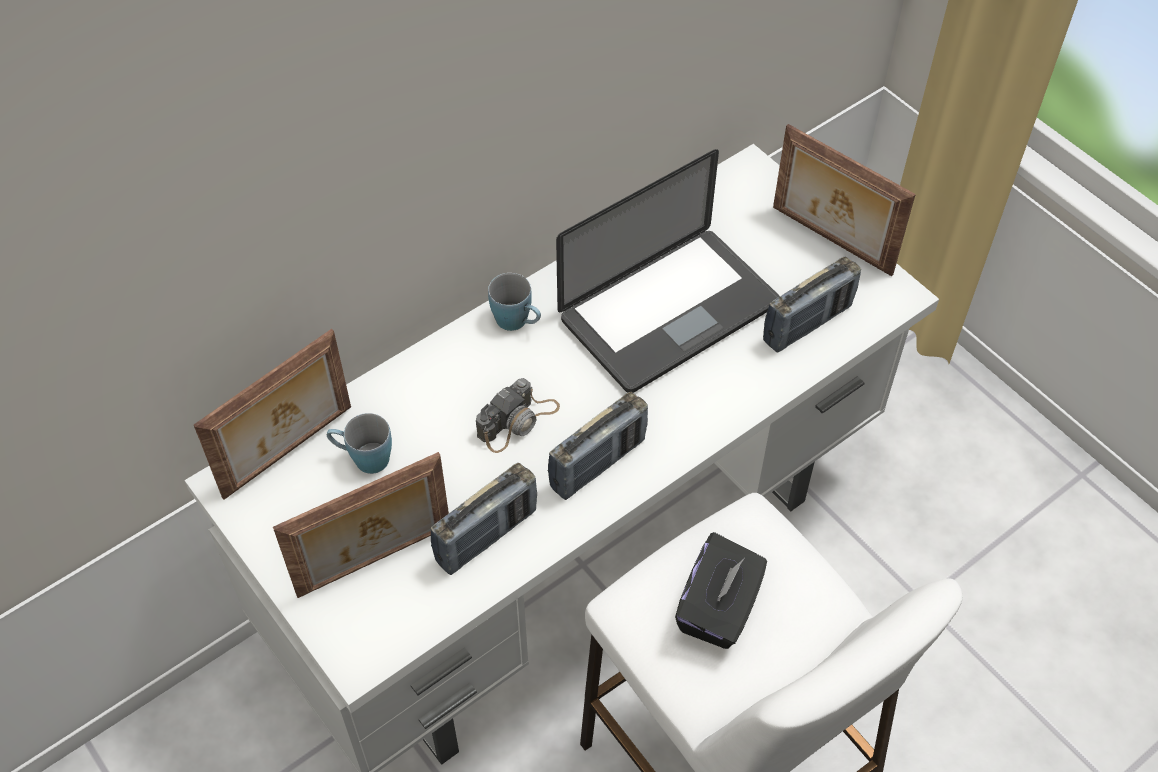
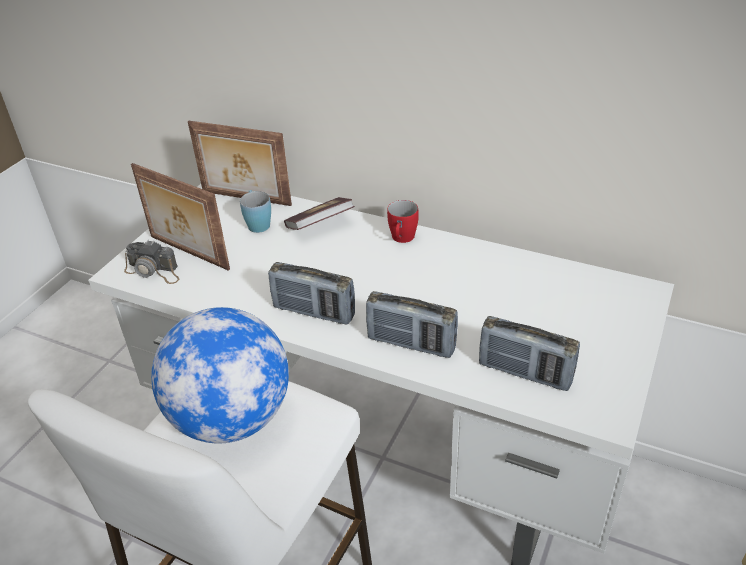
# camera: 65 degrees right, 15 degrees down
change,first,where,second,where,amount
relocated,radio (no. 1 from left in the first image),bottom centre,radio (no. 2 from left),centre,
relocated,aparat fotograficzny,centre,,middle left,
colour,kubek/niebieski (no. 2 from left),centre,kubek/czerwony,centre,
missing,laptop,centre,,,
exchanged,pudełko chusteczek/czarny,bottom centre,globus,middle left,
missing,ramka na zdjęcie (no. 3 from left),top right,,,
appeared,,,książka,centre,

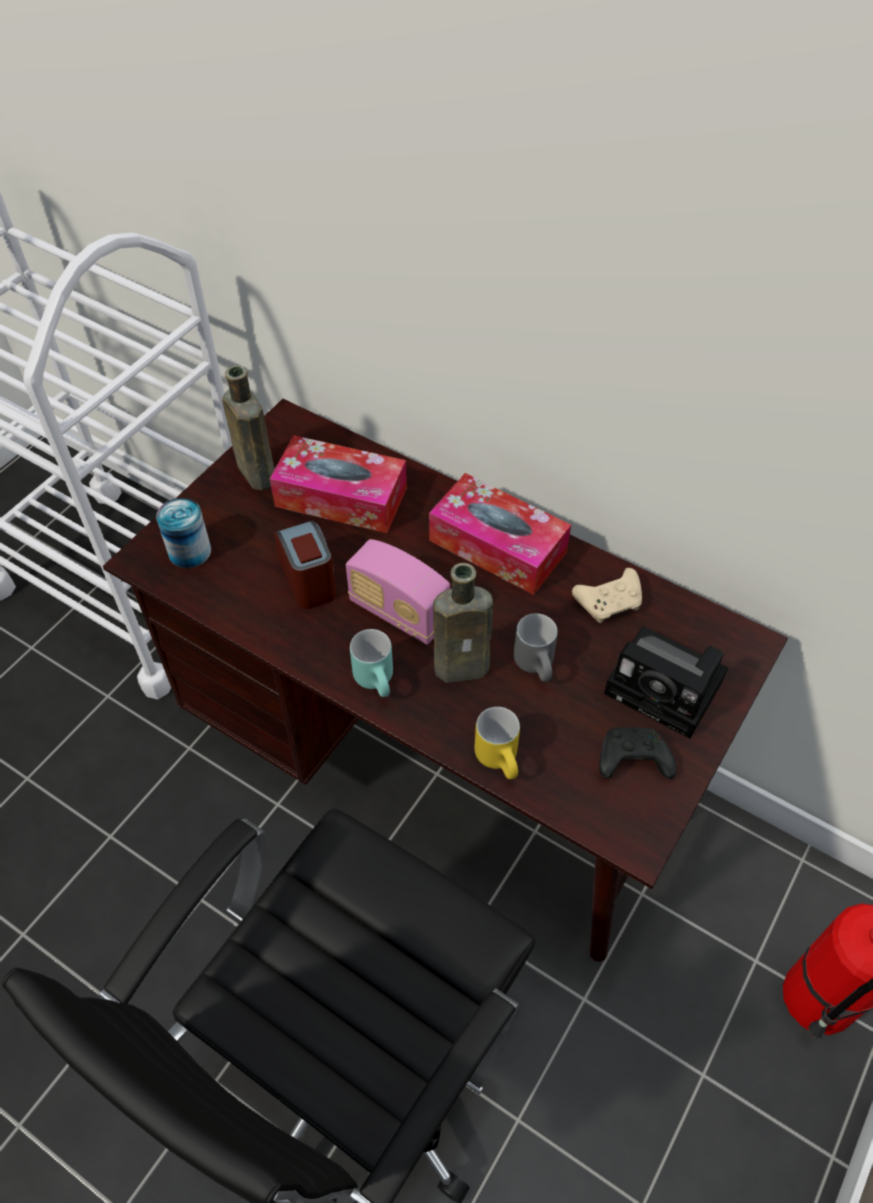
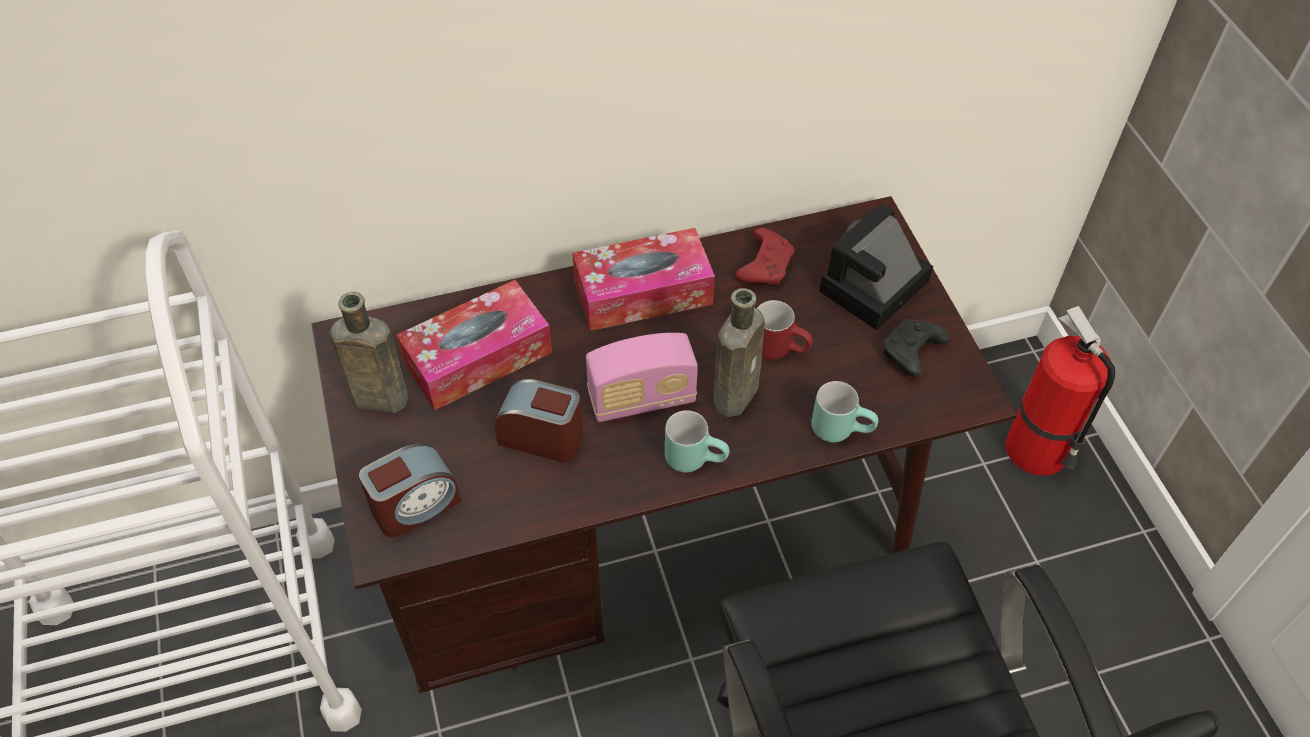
# camera: 50 degrees left, 0 degrees up
change,first,where,second,where,amount
exchanged,puszka,middle left,budzik (no. 1 from left),middle left,
colour,kubek/żółty,centre,kubek/turkusowy (no. 2 from left),centre,
colour,kubek/szary,centre,kubek/czerwony,centre,
colour,pad do gier/beżowy,middle right,pad do gier/czerwony,centre,
spun,aparat fotograficzny,middle right,,middle right,150 degrees clockwise

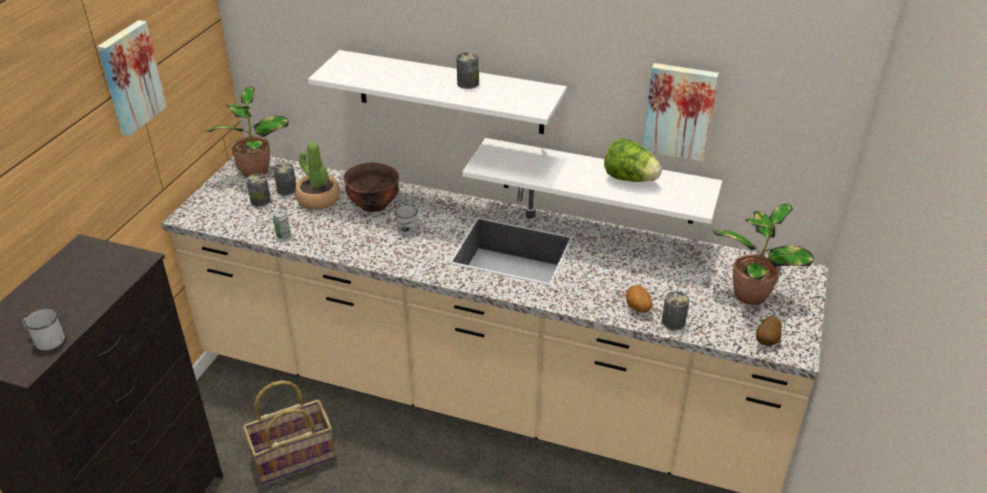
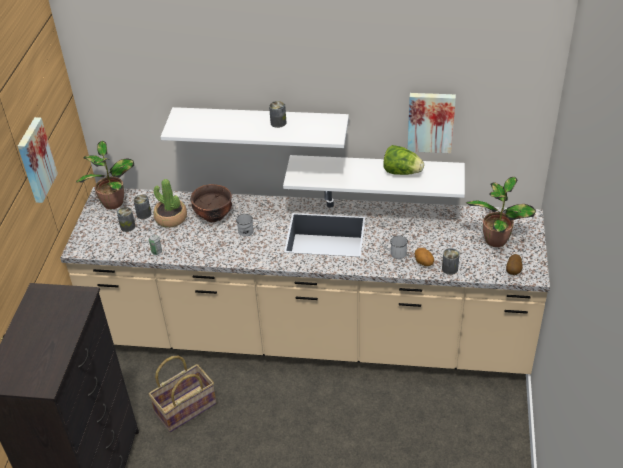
# camera: 10 degrees left, 5 degrees up
change,first,where,second,where,amount
relocated,kubek/biały (no. 1 from left in the first image),bottom left,kubek/biały (no. 2 from left),centre,

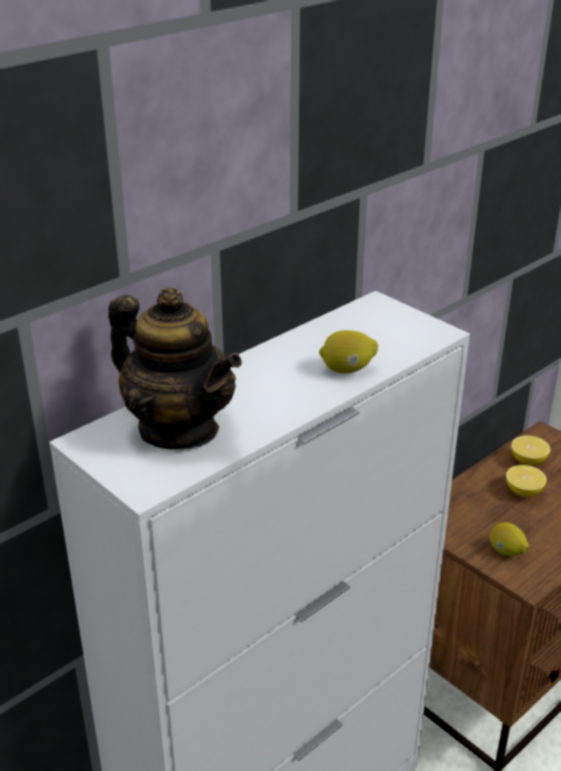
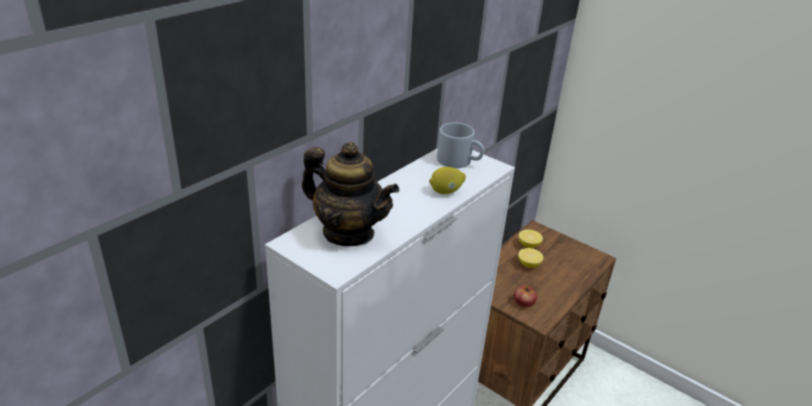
# camera: 10 degrees left, 0 degrees up
change,first,where,second,where,amount
exchanged,cytryna (no. 2 from left),bottom right,jabłko,bottom centre,
appeared,,,kubek/szary,centre,

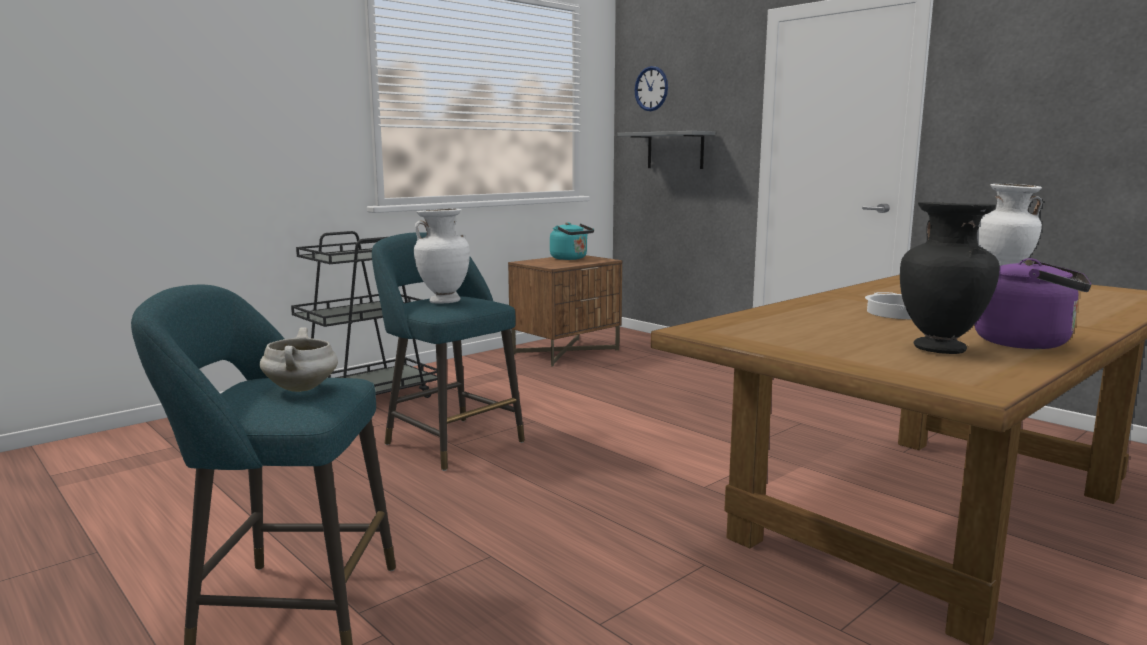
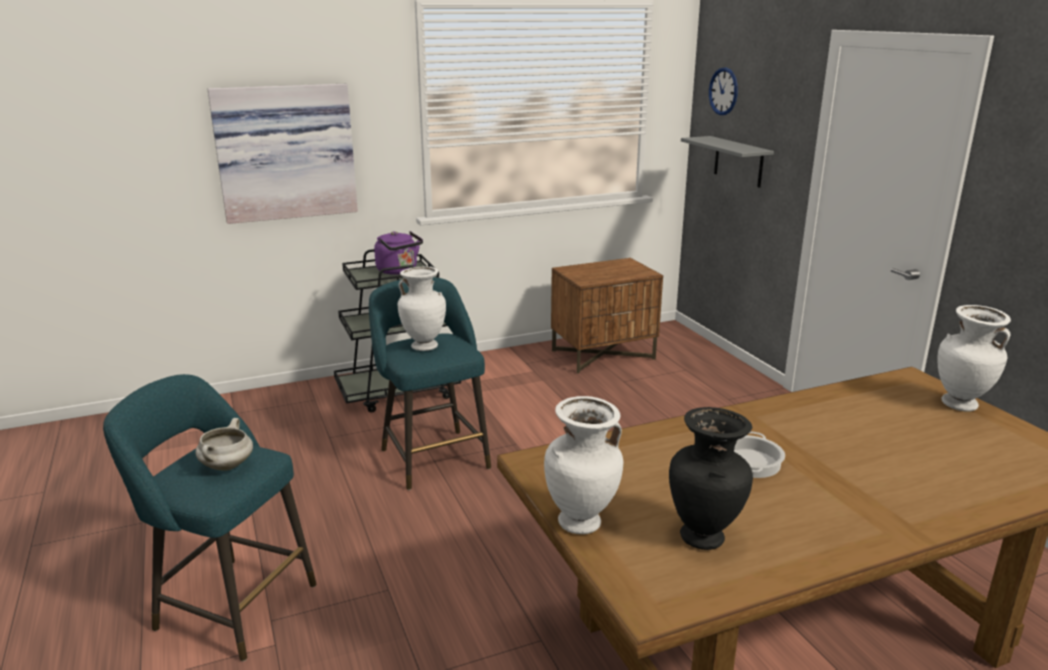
# camera: 20 degrees right, 10 degrees up
change,first,where,second,where,amount
missing,czajnik/turkusowy,centre,,,
relocated,czajnik/fioletowy,middle right,,centre,
appeared,,,obraz,top left,
appeared,,,wazon/biały (no. 2 from left),bottom centre,

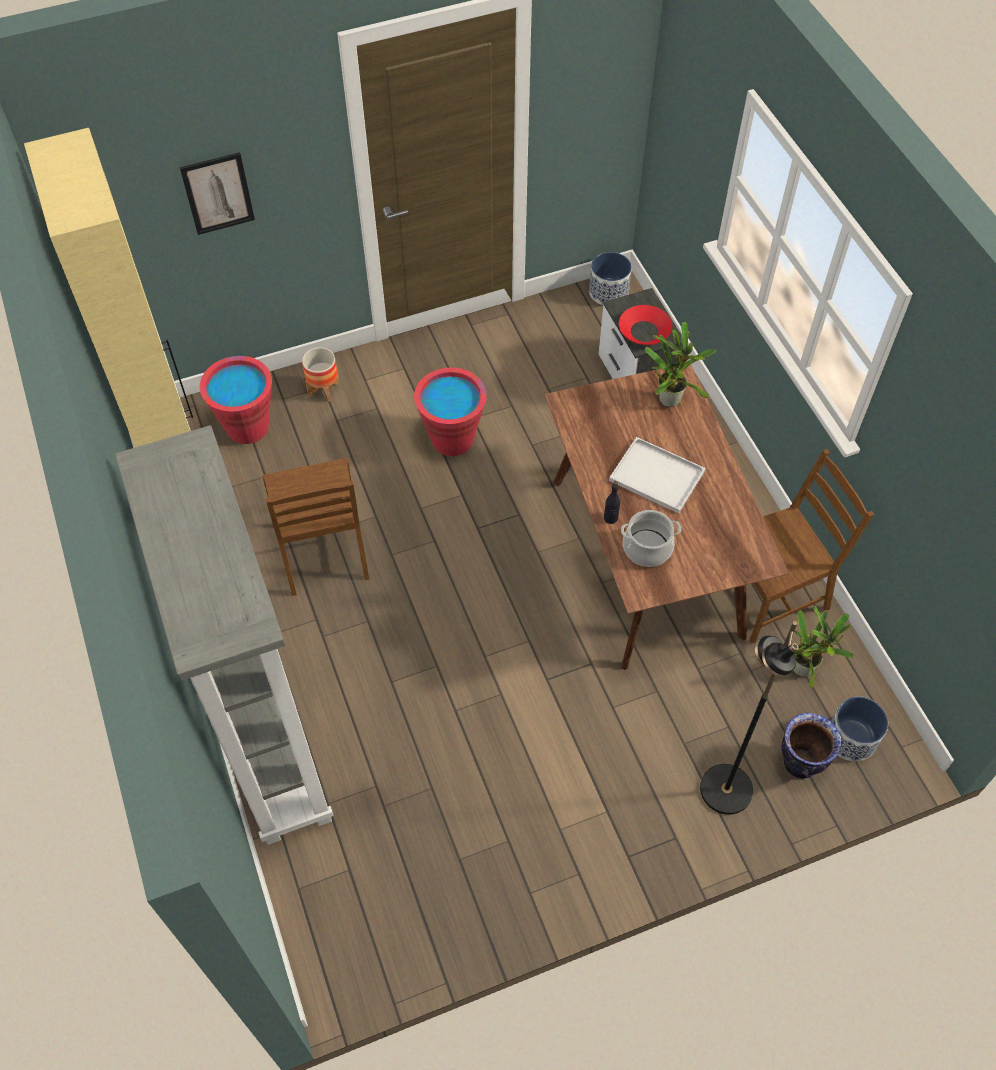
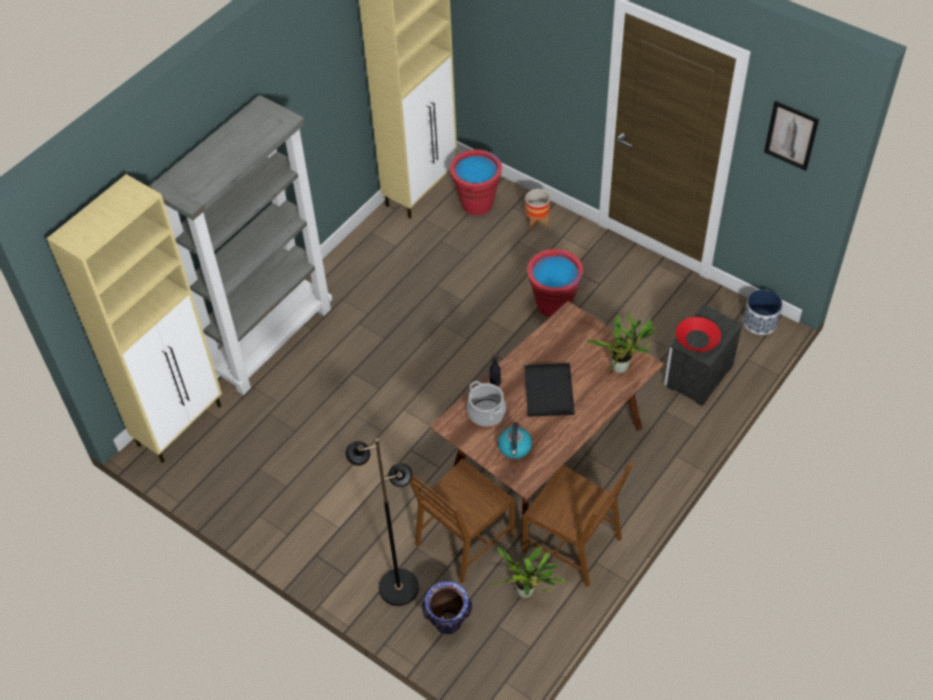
# camera: 60 degrees right, 5 degrees down
change,first,where,second,where,amount
relocated,obraz,top left,,top right,
relocated,krzesło/brązowy (no. 1 from left),middle left,,bottom centre,
colour,taca/biały,centre,taca/czarny,centre,
missing,donica (no. 3 from left),bottom right,,,
appeared,,,szafka/beżowy (no. 1 from left),middle left,
appeared,,,czajnik,centre,

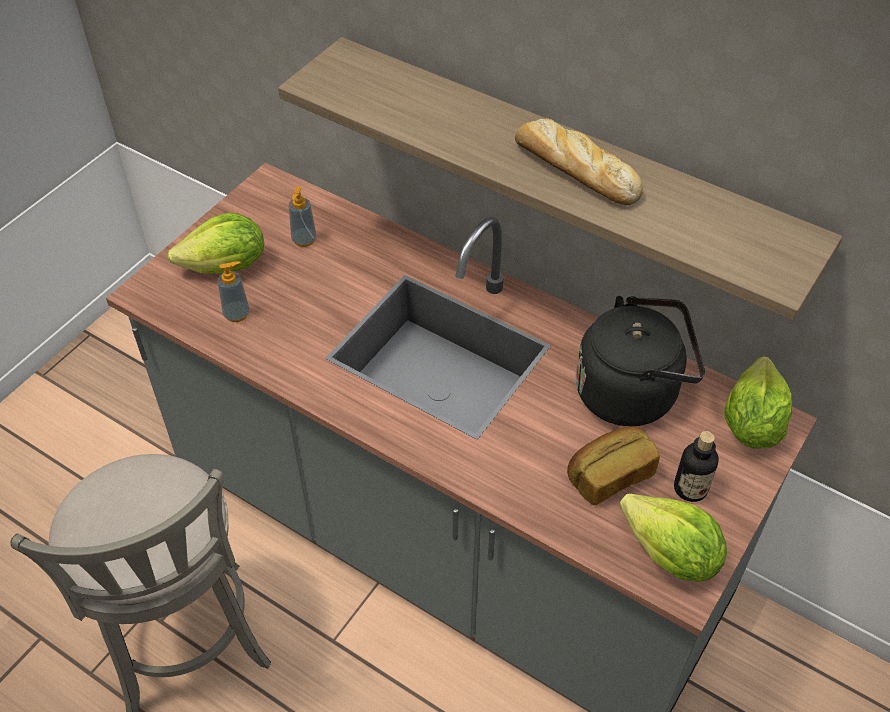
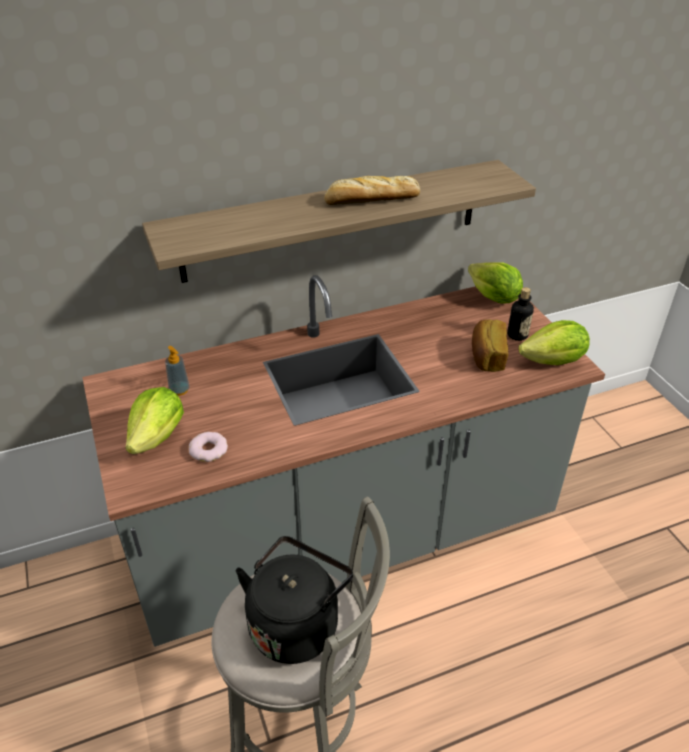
# camera: 55 degrees left, 10 degrees down
change,first,where,second,where,amount
exchanged,dozownik mydła (no. 1 from left),middle left,donut,middle left,
relocated,czajnik/czarny,middle right,,bottom centre,

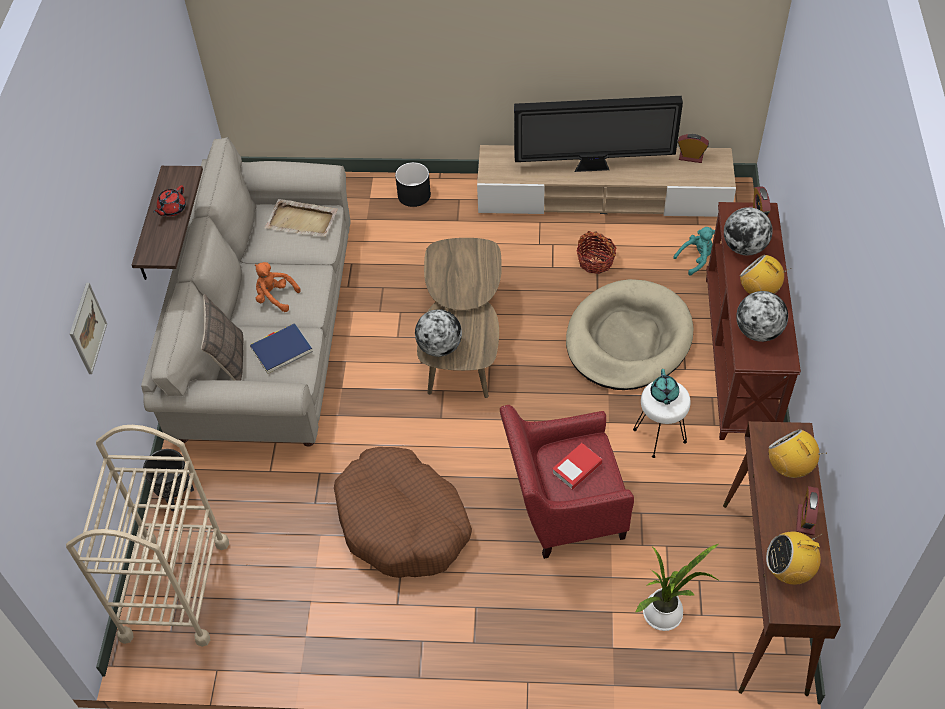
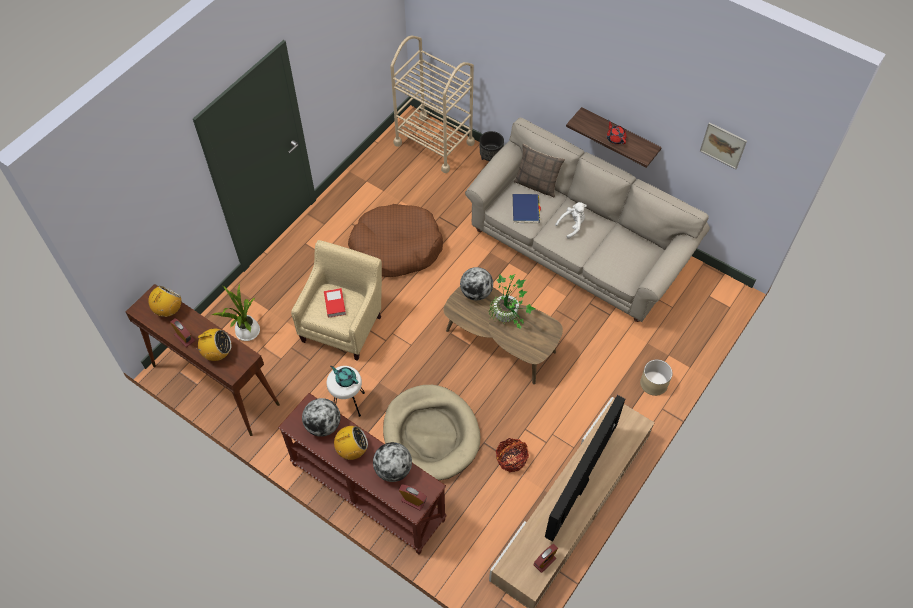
# camera: 120 degrees right, 5 degrees up
change,first,where,second,where,amount
relocated,obraz,middle left,,top right,
colour,pluszak/pomarańczowy,middle left,pluszak/biały,centre,
missing,taca/beżowy,top left,,,
colour,donica/czarny (no. 2 from left),top centre,donica/beżowy,middle right,
colour,fotel/czerwony,bottom centre,fotel/beżowy,centre,
missing,pluszak/turkusowy,middle right,,,
appeared,,,roślina doniczkowa (no. 2 from left),centre,

